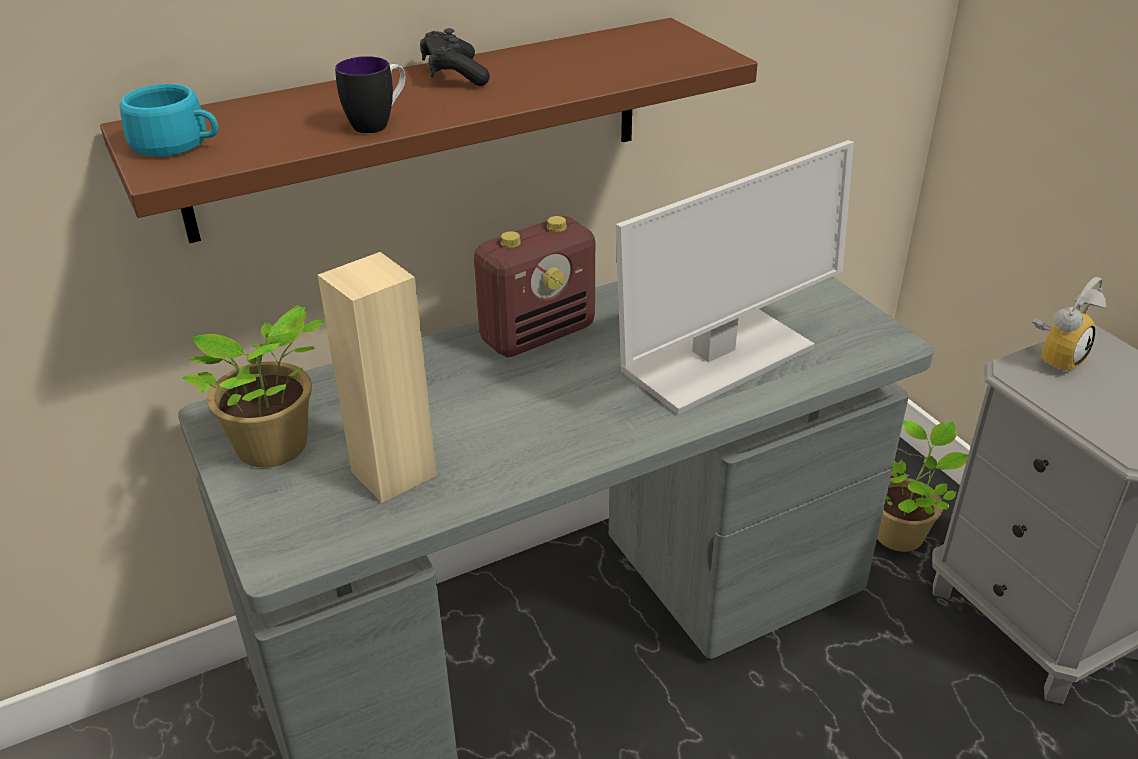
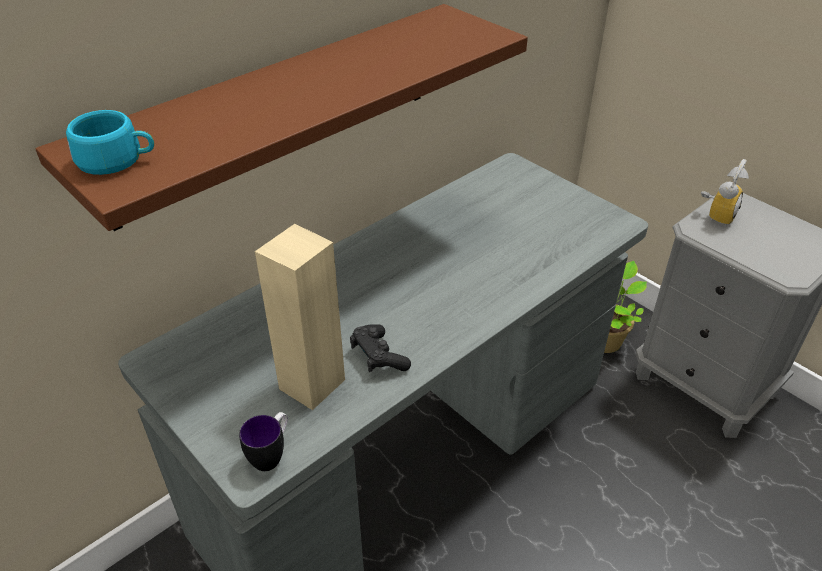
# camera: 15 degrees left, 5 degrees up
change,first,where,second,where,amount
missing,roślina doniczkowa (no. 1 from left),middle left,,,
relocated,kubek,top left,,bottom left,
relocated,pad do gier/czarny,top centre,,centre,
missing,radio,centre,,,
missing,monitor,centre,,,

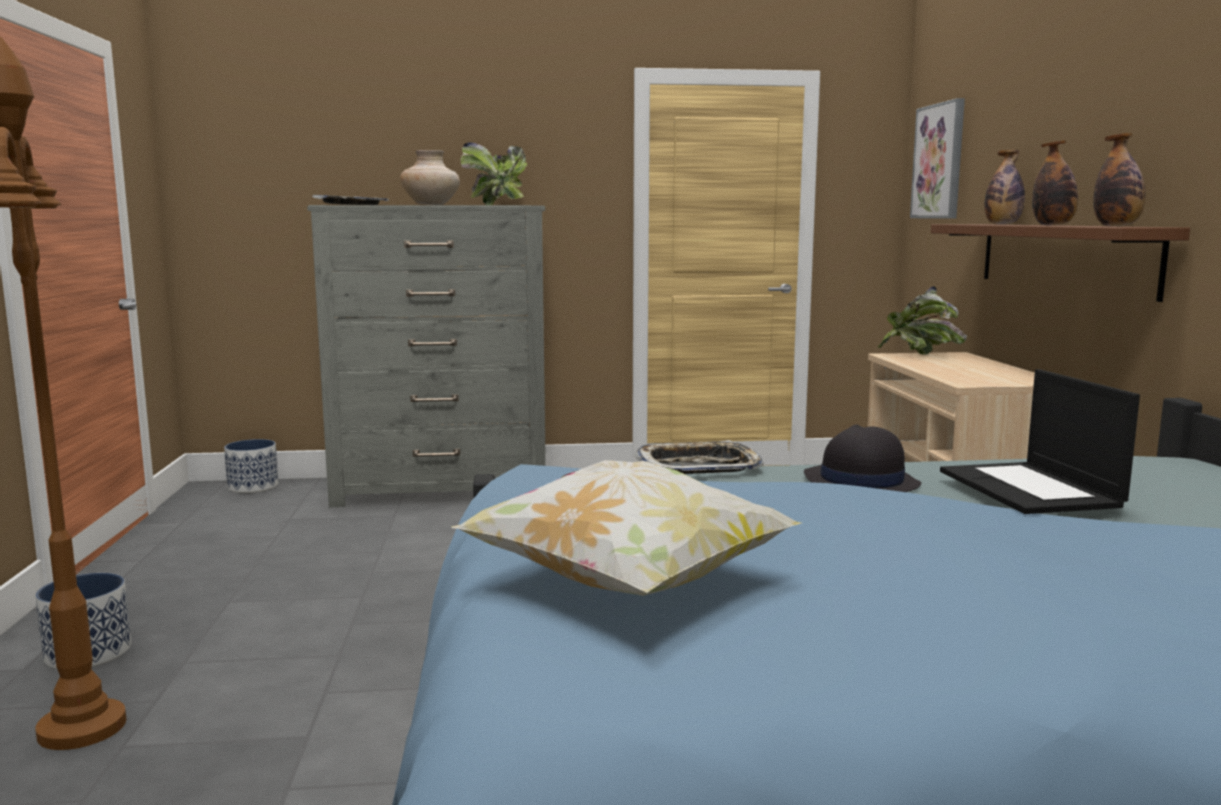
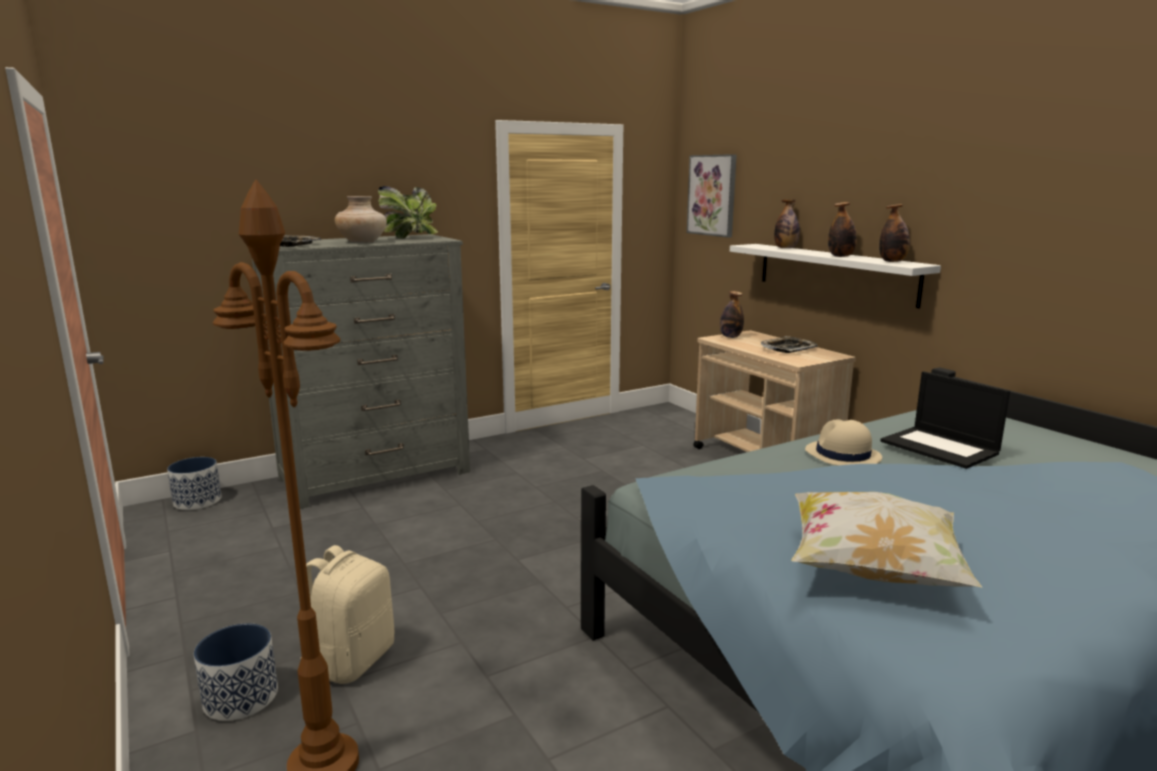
# camera: 25 degrees left, 5 degrees up
change,first,where,second,where,amount
relocated,taca (no. 2 from left),centre,,middle right,
colour,kapelusz/czarny,middle right,kapelusz/beżowy,middle right,
exchanged,roślina doniczkowa (no. 2 from left),middle right,butelka (no. 1 from left),centre,
colour,półka/brązowy,top right,półka/biały,middle right,
appeared,,,plecak/beżowy,bottom left,

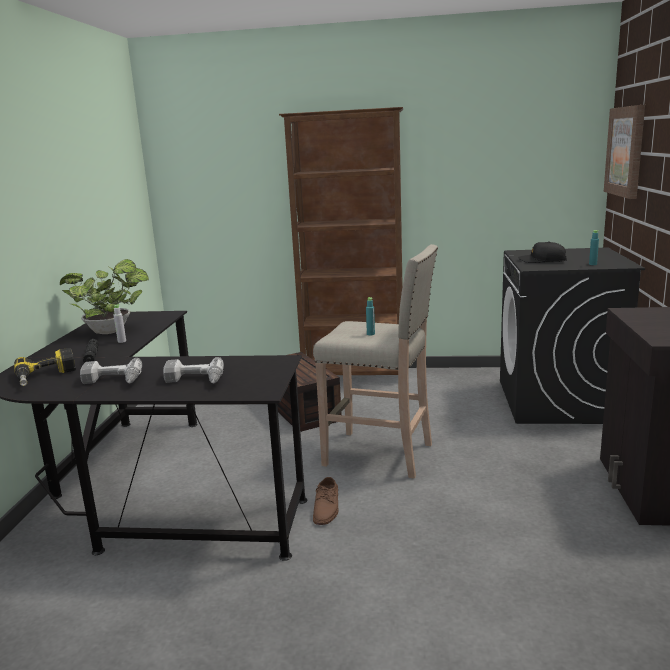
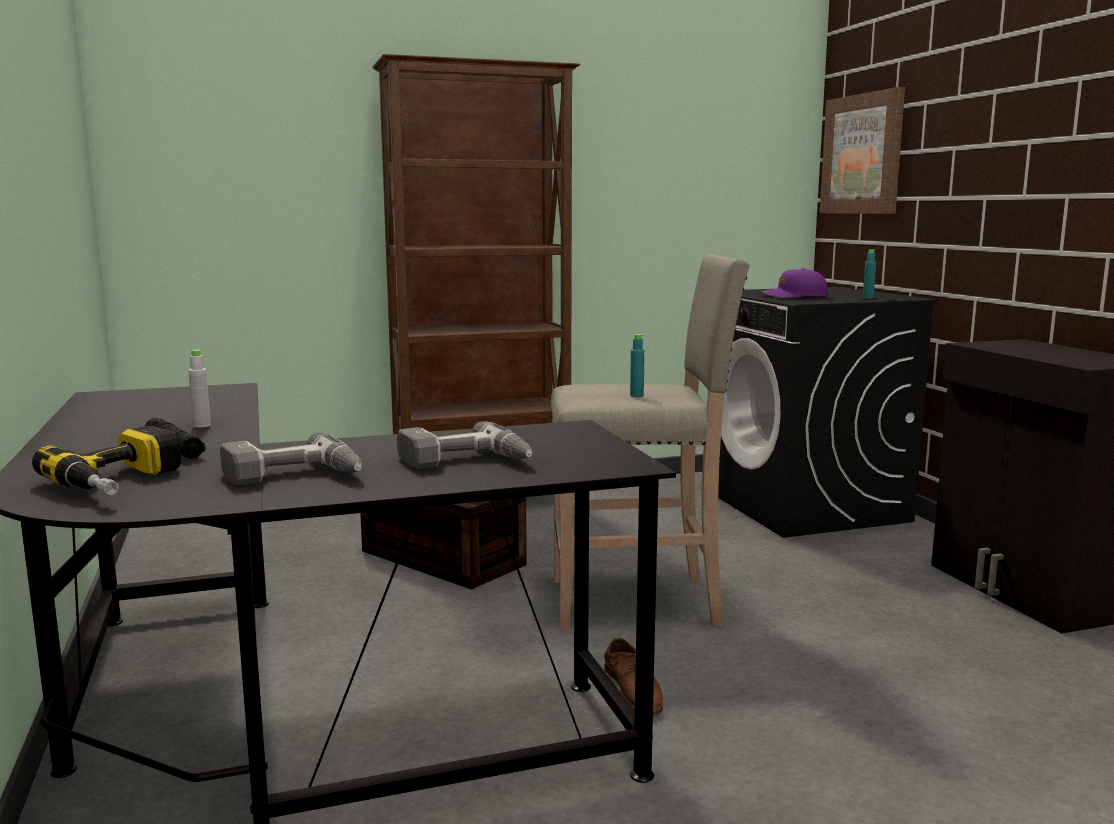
# camera: 25 degrees left, 5 degrees down
change,first,where,second,where,amount
missing,roślina doniczkowa,middle left,,,
colour,czapka z daszkiem/czarny,middle right,czapka z daszkiem/fioletowy,middle right,

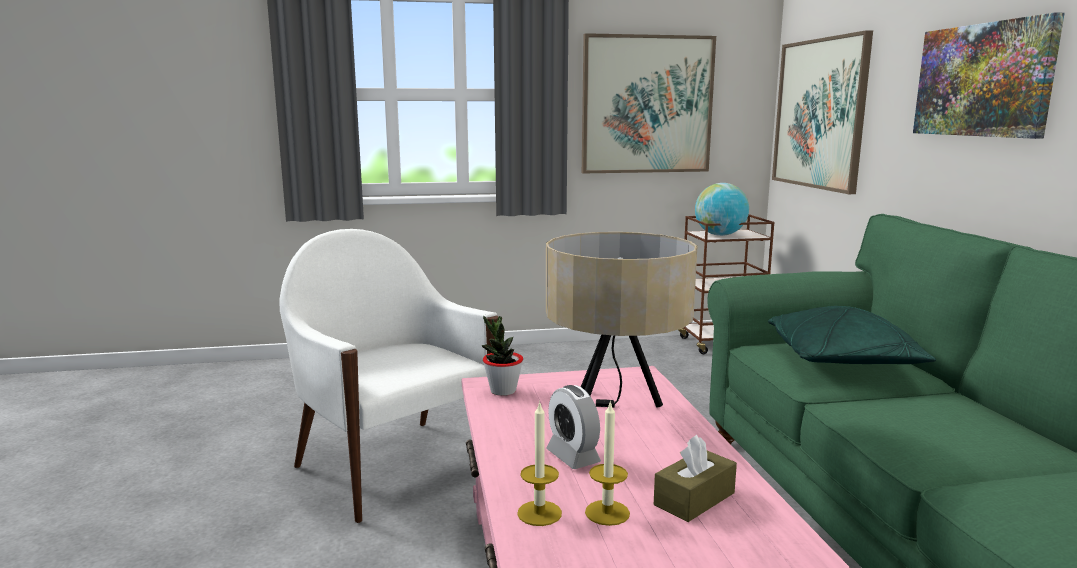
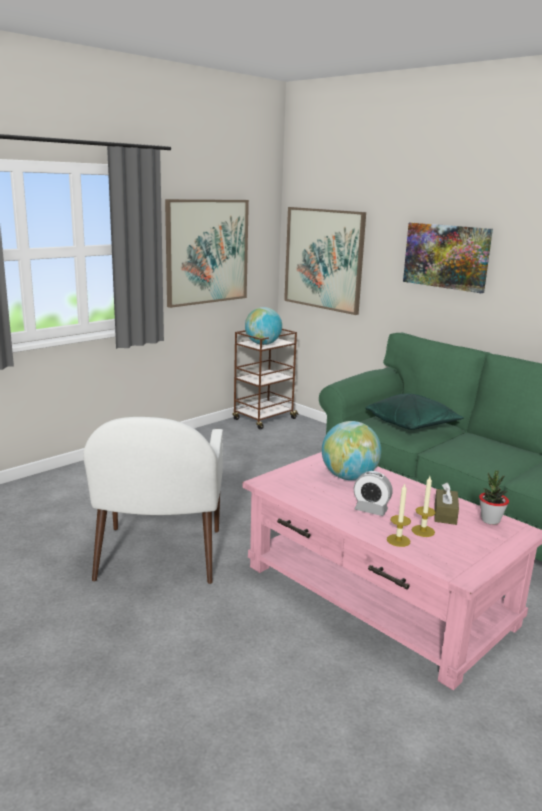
# camera: 35 degrees left, 5 degrees up
change,first,where,second,where,amount
spun,fotel/biały,centre,,middle left,105 degrees counterclockwise
relocated,roślina doniczkowa,centre,,middle right,
exchanged,lampa stołowa/beżowy,centre,globus (no. 2 from left),centre,

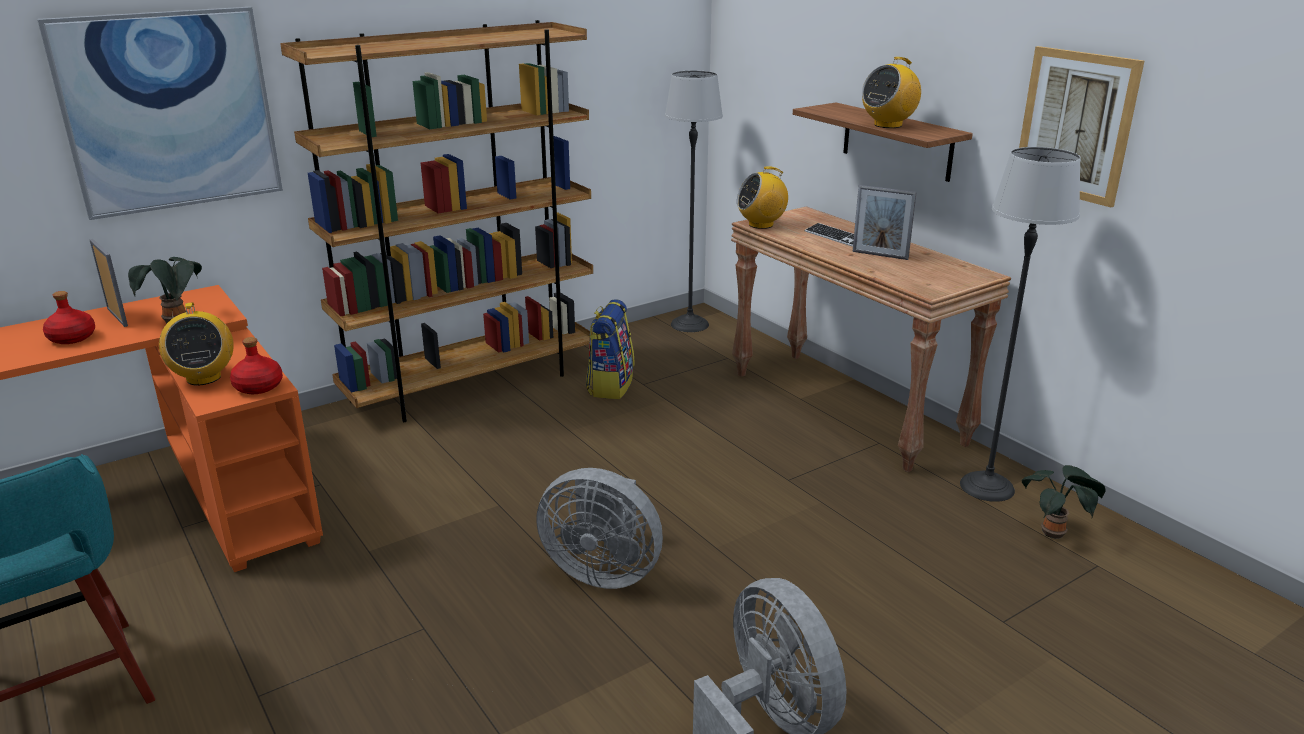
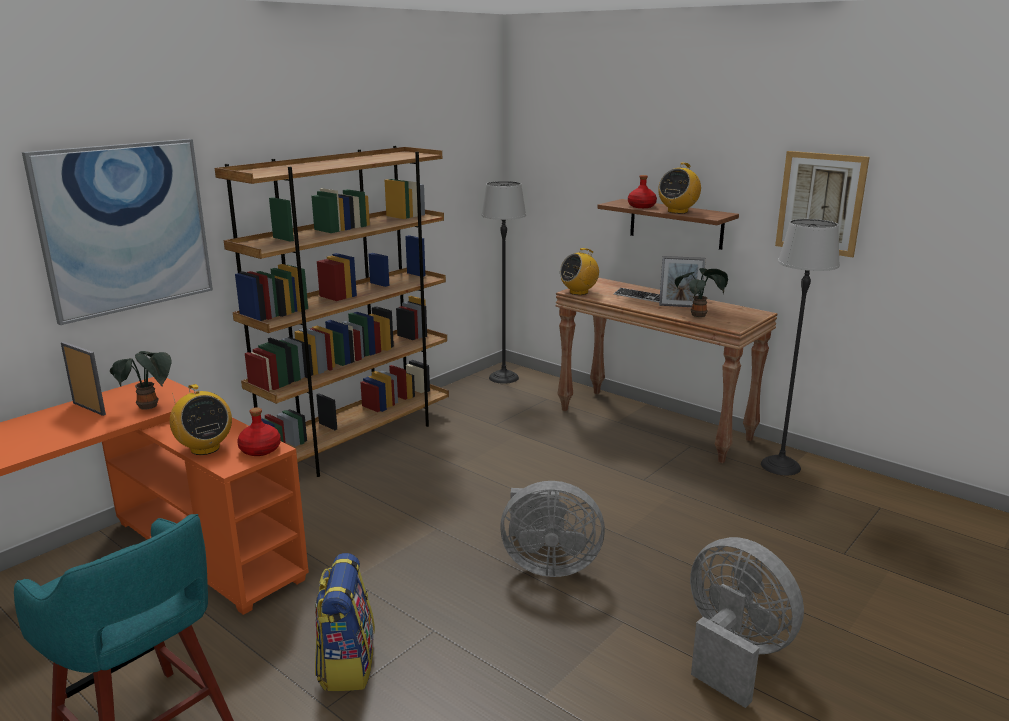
# camera: 15 degrees left, 5 degrees down
change,first,where,second,where,amount
relocated,butelka/czerwony (no. 1 from left in the first image),middle left,butelka/czerwony (no. 2 from left),top centre,
relocated,plecak,centre,,bottom centre,
relocated,roślina doniczkowa (no. 2 from left),bottom right,,middle right,

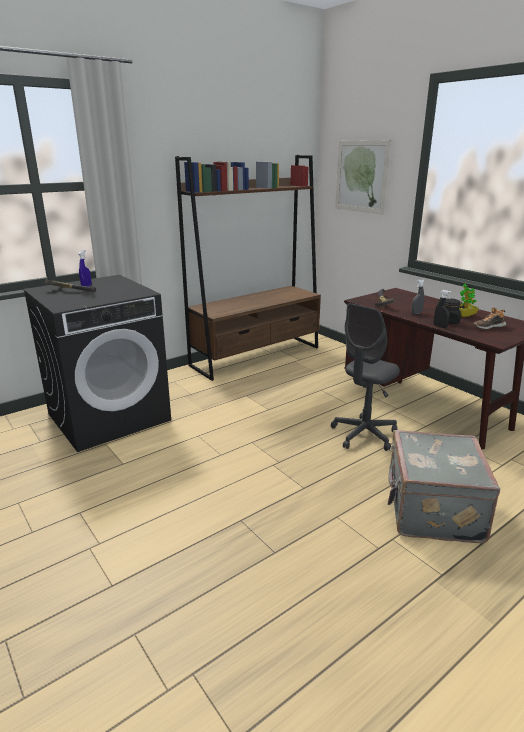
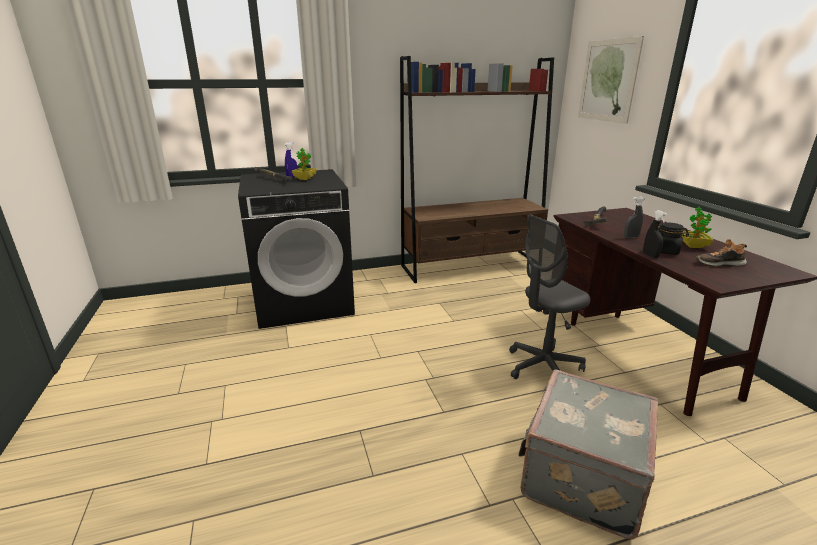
# camera: 20 degrees right, 0 degrees up
change,first,where,second,where,amount
appeared,,,roślina doniczkowa (no. 1 from left),top centre,

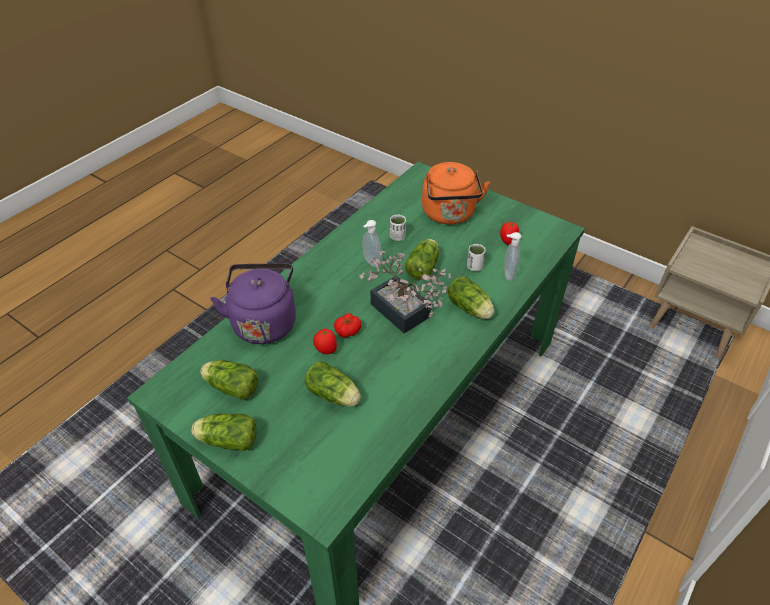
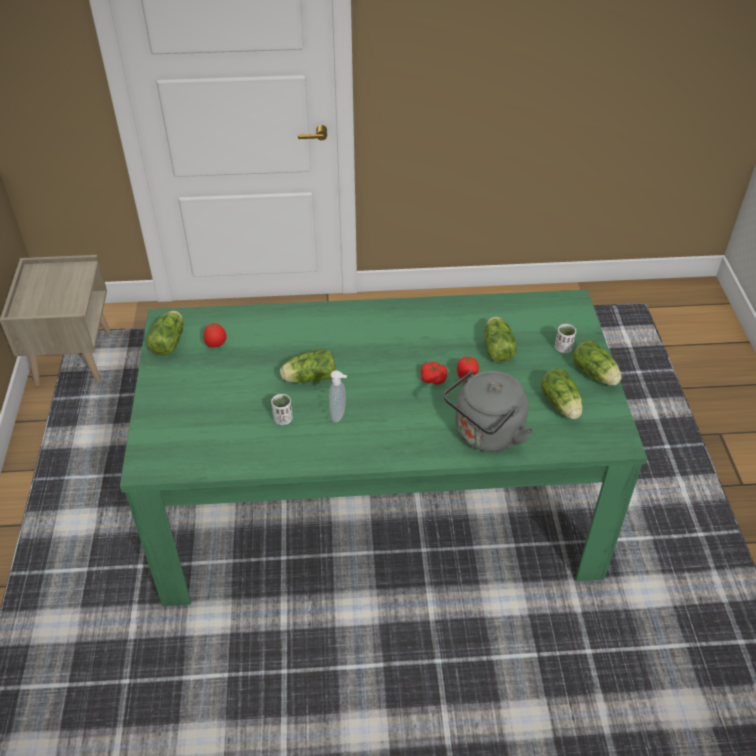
# camera: 130 degrees left, 0 degrees up
change,first,where,second,where,amount
colour,czajnik/fioletowy,middle left,czajnik/szary,centre,
missing,roślina doniczkowa,centre,,,
missing,czajnik/pomarańczowy,top centre,,,
relocated,sałata (no. 5 from left in the first image),centre,sałata (no. 1 from left),middle left,
relocated,filiżanka/biały (no. 2 from left),centre,,middle right,
missing,dozownik mydła (no. 2 from left),centre,,,

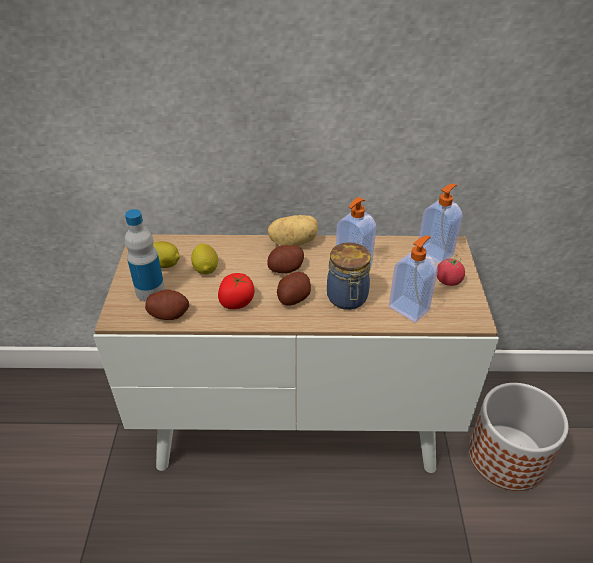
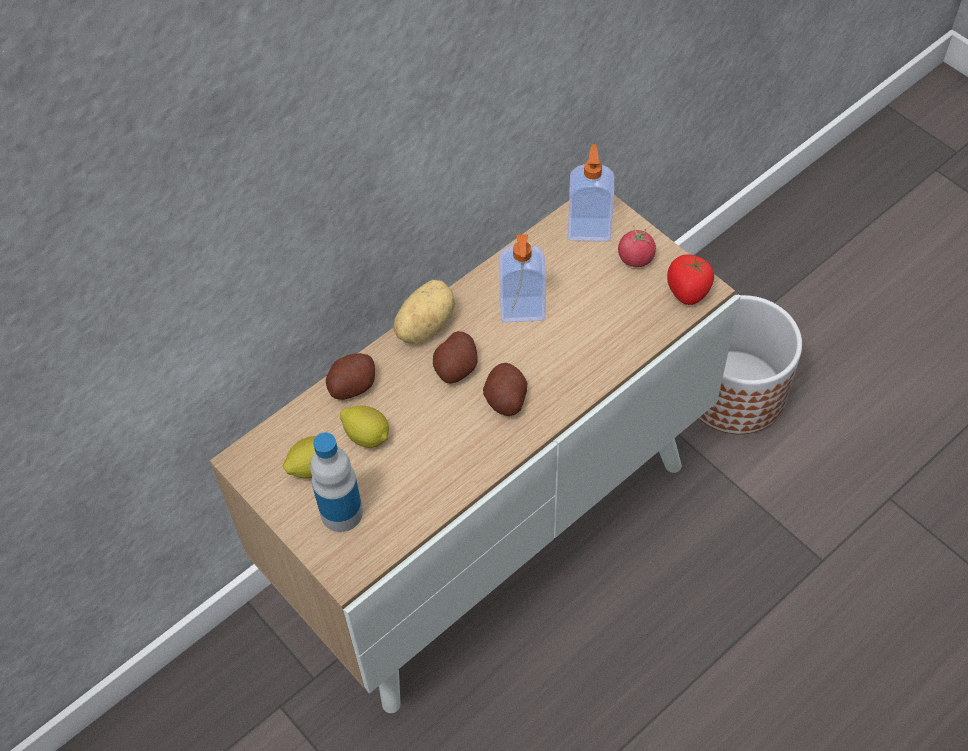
# camera: 40 degrees left, 15 degrees up
change,first,where,second,where,amount
relocated,ziemniak (no. 1 from left),middle left,,centre,
relocated,pomidor (no. 1 from left in the first image),centre,pomidor (no. 2 from left),middle right,
missing,słoik,centre,,,
missing,dozownik mydła (no. 2 from left),middle right,,,

